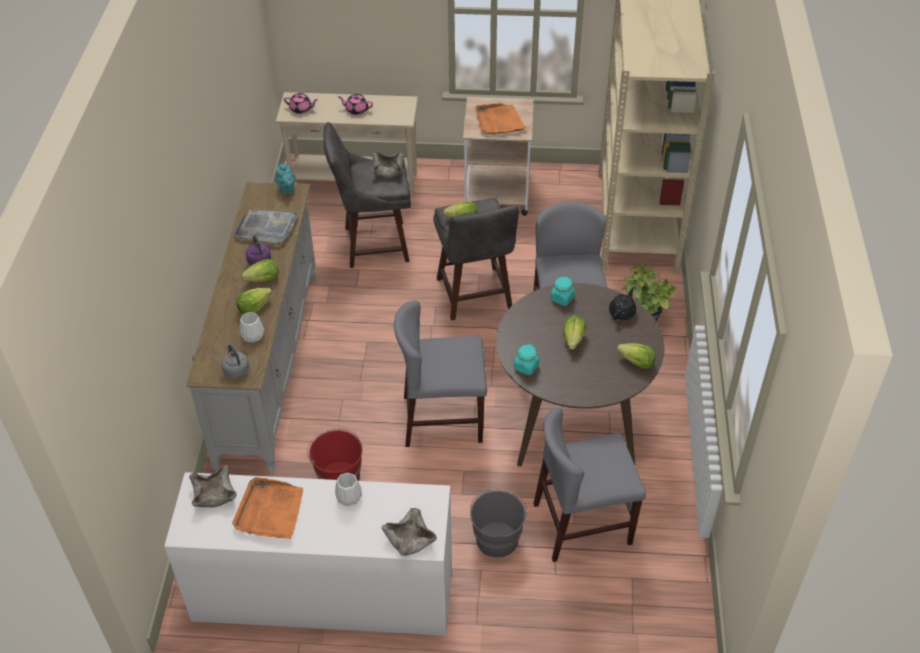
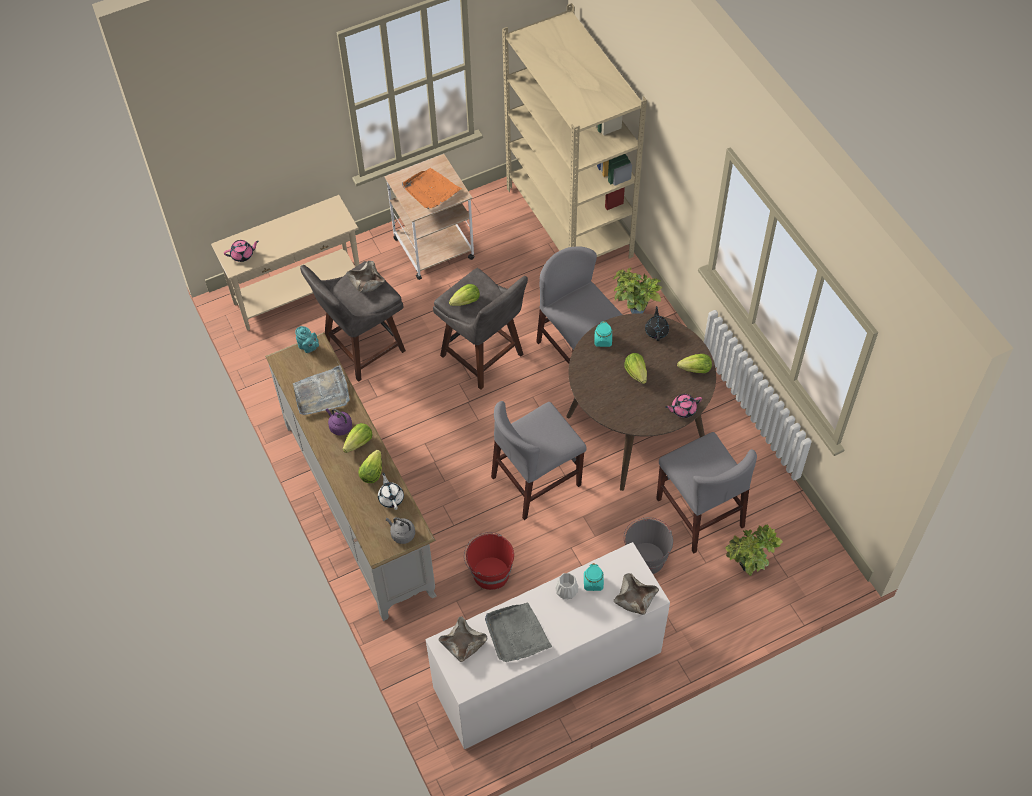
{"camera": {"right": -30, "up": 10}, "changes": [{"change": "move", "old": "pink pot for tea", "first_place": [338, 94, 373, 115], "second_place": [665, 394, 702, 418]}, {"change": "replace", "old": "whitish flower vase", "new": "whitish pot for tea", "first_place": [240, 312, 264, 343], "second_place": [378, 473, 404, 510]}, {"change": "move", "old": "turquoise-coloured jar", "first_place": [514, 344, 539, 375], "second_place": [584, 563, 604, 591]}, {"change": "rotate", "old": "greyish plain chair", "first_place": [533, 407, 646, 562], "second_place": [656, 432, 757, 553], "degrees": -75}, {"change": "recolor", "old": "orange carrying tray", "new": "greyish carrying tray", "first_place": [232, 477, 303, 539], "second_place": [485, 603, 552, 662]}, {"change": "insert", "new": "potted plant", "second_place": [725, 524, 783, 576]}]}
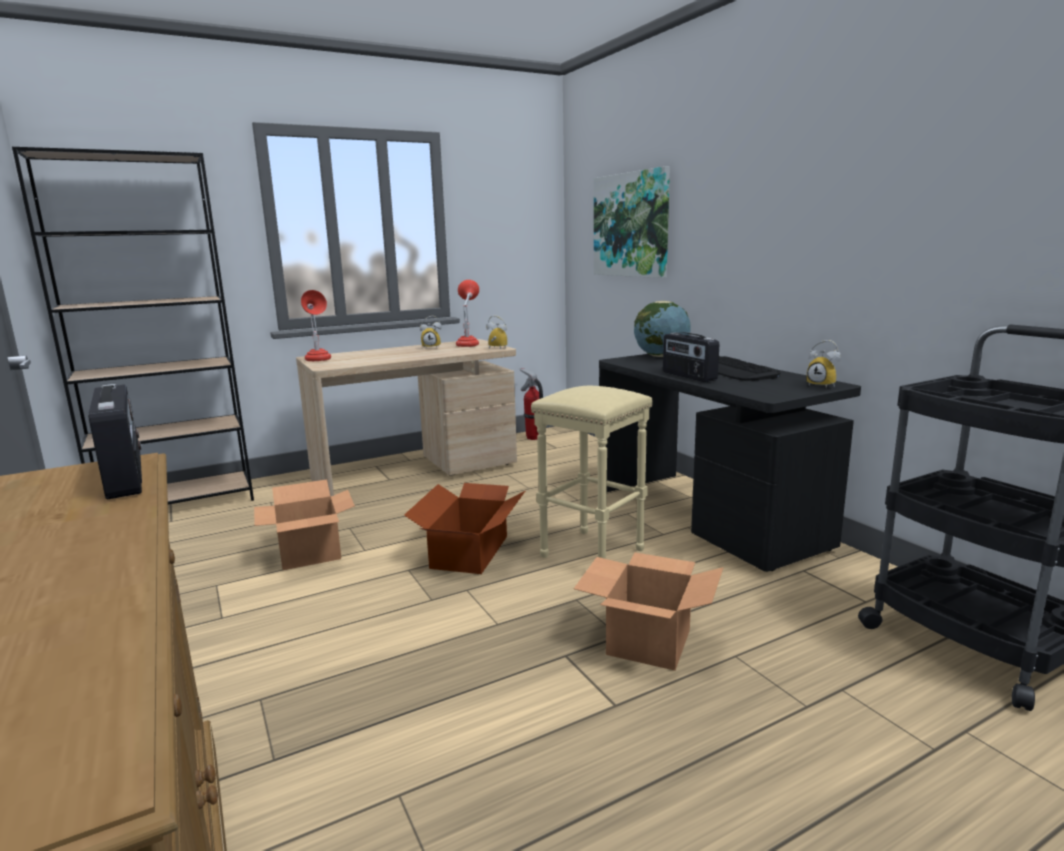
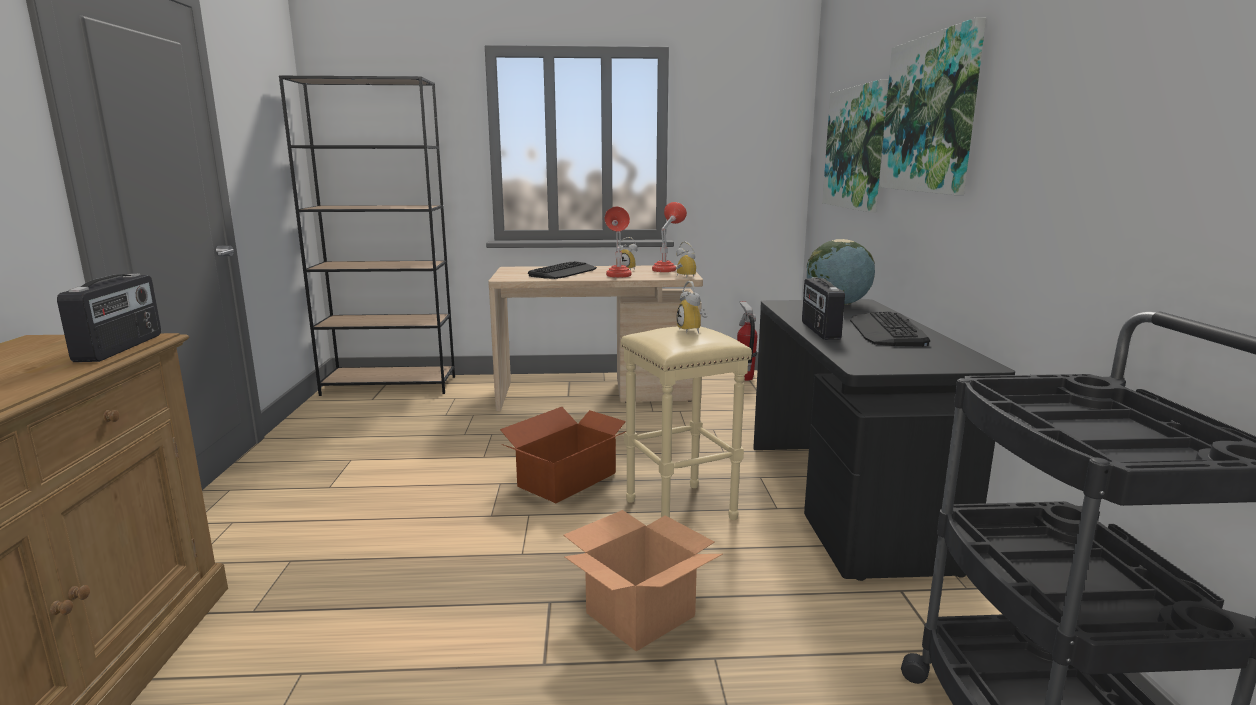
{"camera": {"right": 25, "up": 0}, "changes": [{"change": "move", "old": "reddish tabletop lamp", "first_place": [301, 290, 331, 361], "second_place": [605, 207, 632, 278]}, {"change": "move", "old": "bedside clock", "first_place": [807, 340, 841, 389], "second_place": [677, 281, 708, 334]}, {"change": "delete", "old": "cardboard box", "first_place": [254, 479, 355, 570]}, {"change": "insert", "new": "picture", "second_place": [879, 17, 986, 195]}, {"change": "insert", "new": "keyboard", "second_place": [528, 261, 597, 279]}]}
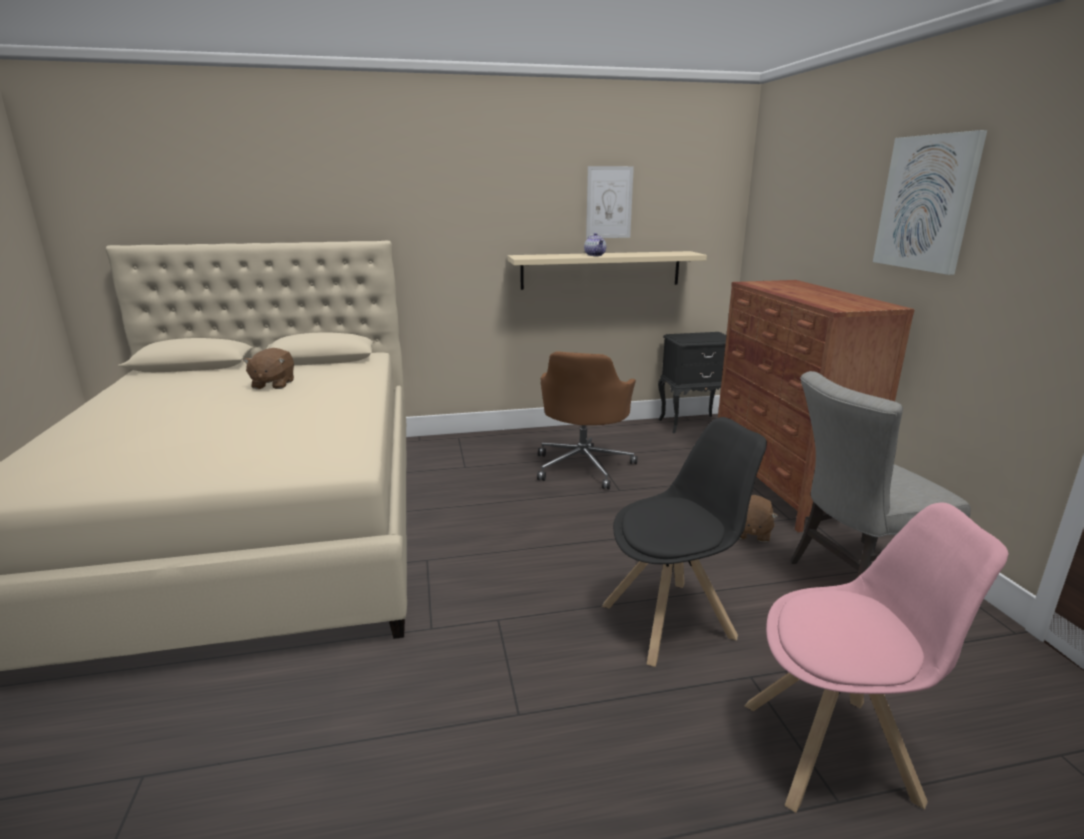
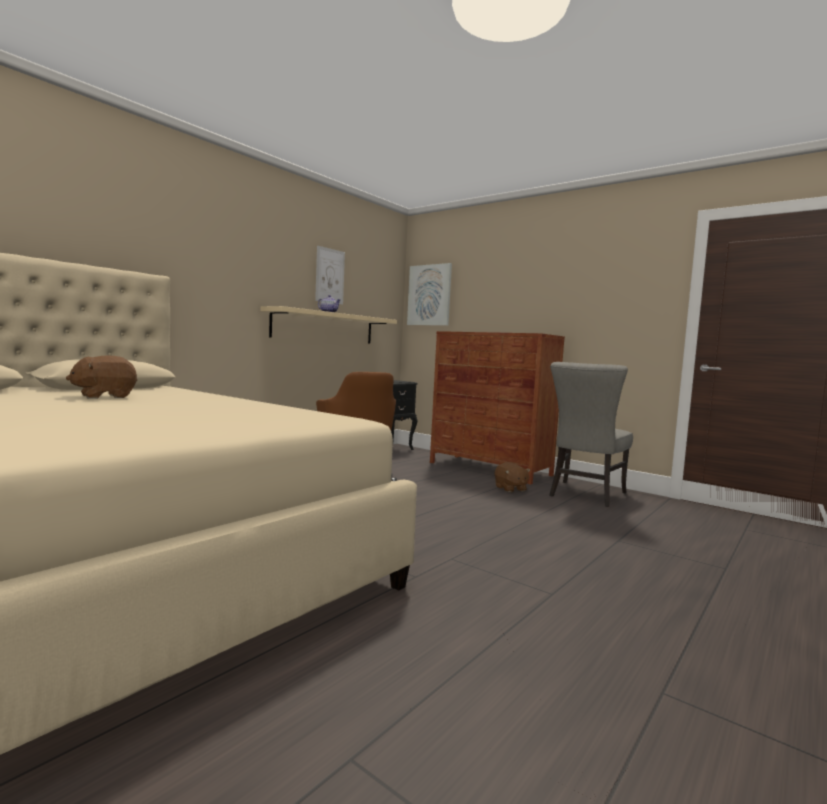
{"camera": {"right": -40, "up": -15}, "changes": [{"change": "move", "old": "picture", "first_place": [873, 130, 987, 275], "second_place": [407, 263, 452, 326]}, {"change": "rotate", "old": "brown plush toy", "first_place": [243, 348, 294, 389], "second_place": [66, 355, 137, 399], "degrees": 90}, {"change": "delete", "old": "black plain chair", "first_place": [602, 417, 767, 667]}, {"change": "delete", "old": "pink plain chair", "first_place": [744, 503, 1008, 813]}]}
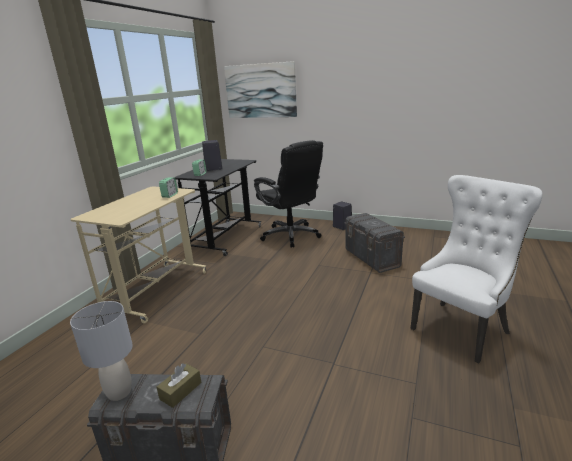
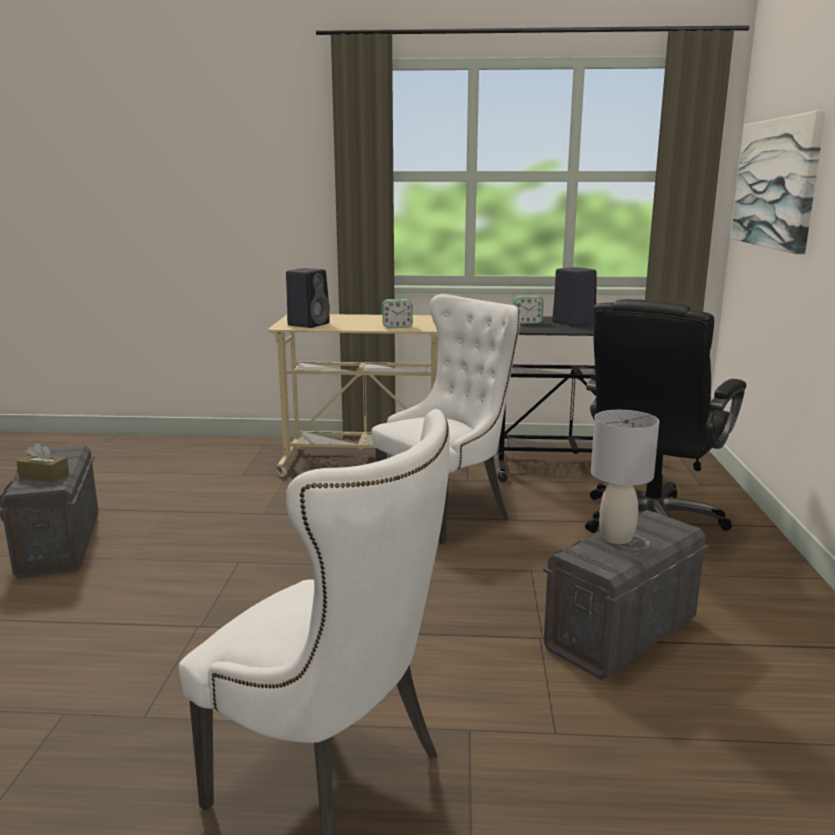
{"camera": {"right": 70, "up": -5}, "changes": [{"change": "move", "old": "black audio speaker", "first_place": [333, 201, 352, 230], "second_place": [286, 268, 330, 328]}, {"change": "move", "old": "greyish tabletop lamp", "first_place": [70, 301, 133, 401], "second_place": [591, 410, 659, 544]}, {"change": "insert", "new": "whitish plain chair", "second_place": [372, 294, 521, 544]}]}
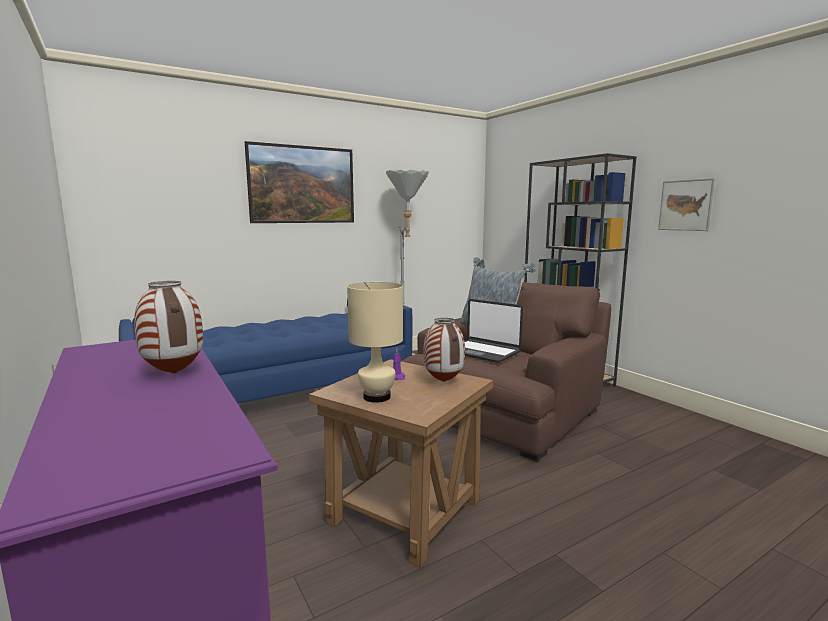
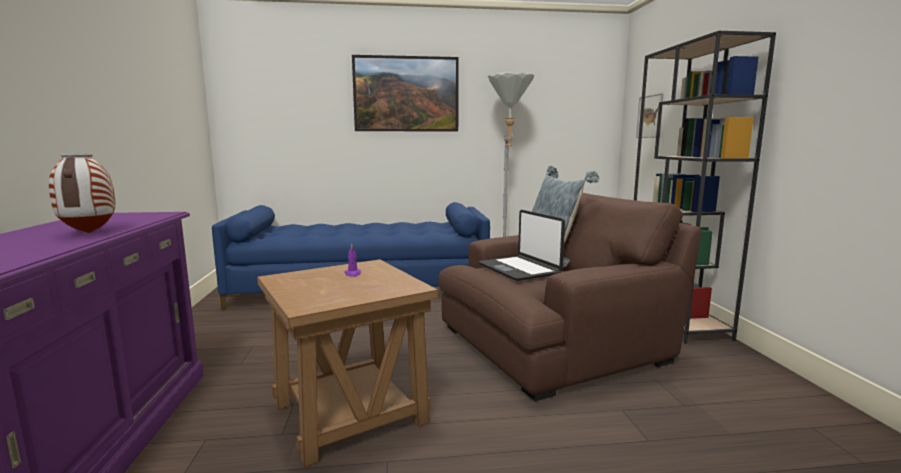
{"camera": {"right": 25, "up": 0}, "changes": [{"change": "move", "old": "picture", "first_place": [658, 178, 715, 231], "second_place": [636, 93, 664, 138]}, {"change": "delete", "old": "sand-coloured tabletop lamp", "first_place": [347, 282, 403, 403]}, {"change": "delete", "old": "flower vase", "first_place": [423, 318, 465, 382]}]}
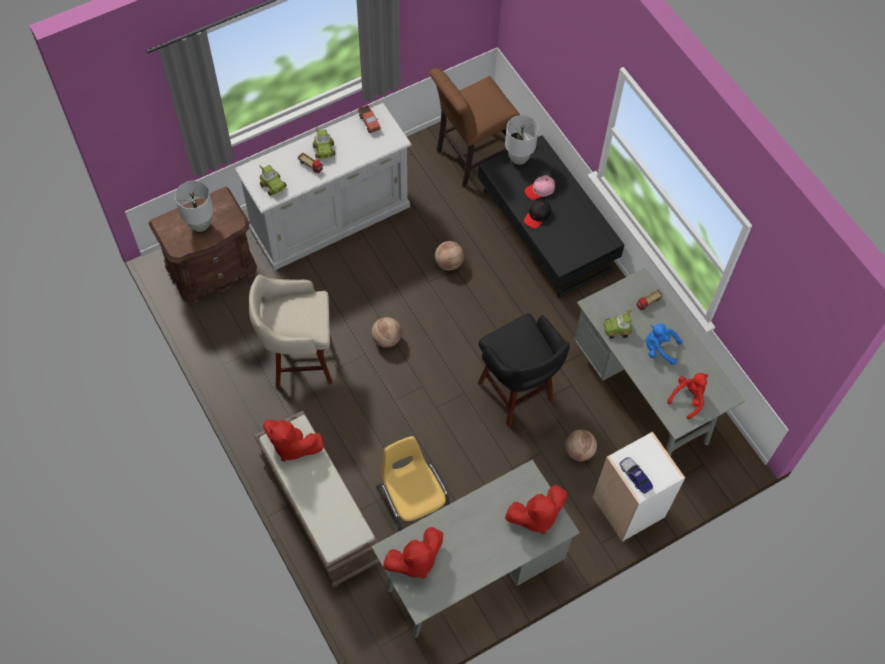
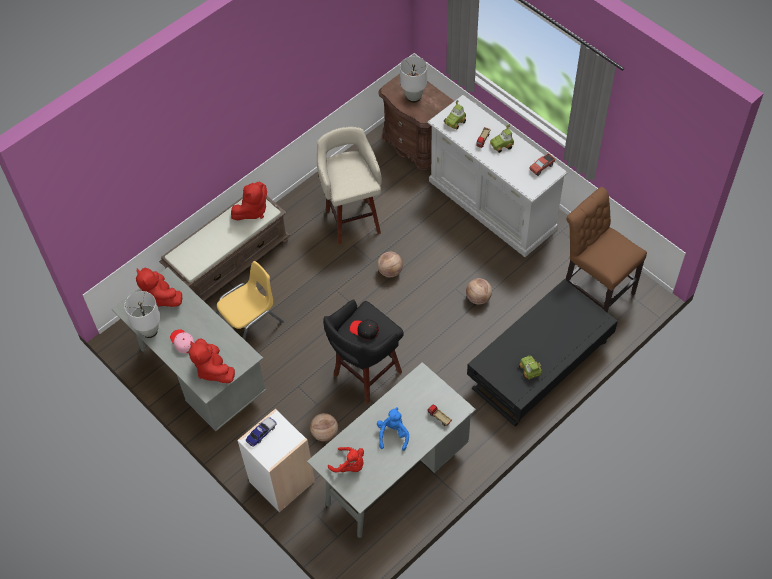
{"camera": {"right": 80, "up": -5}, "changes": [{"change": "move", "old": "whitish tabletop lamp", "first_place": [505, 115, 538, 166], "second_place": [124, 291, 160, 338]}, {"change": "move", "old": "pink cap", "first_place": [525, 175, 555, 200], "second_place": [170, 329, 195, 353]}, {"change": "move", "old": "black cap", "first_place": [524, 200, 551, 229], "second_place": [350, 319, 379, 340]}, {"change": "move", "old": "miniature car", "first_place": [603, 310, 632, 339], "second_place": [519, 356, 542, 380]}, {"change": "rotate", "old": "reddish plush toy", "first_place": [263, 420, 325, 462], "second_place": [231, 181, 267, 220], "degrees": -150}]}
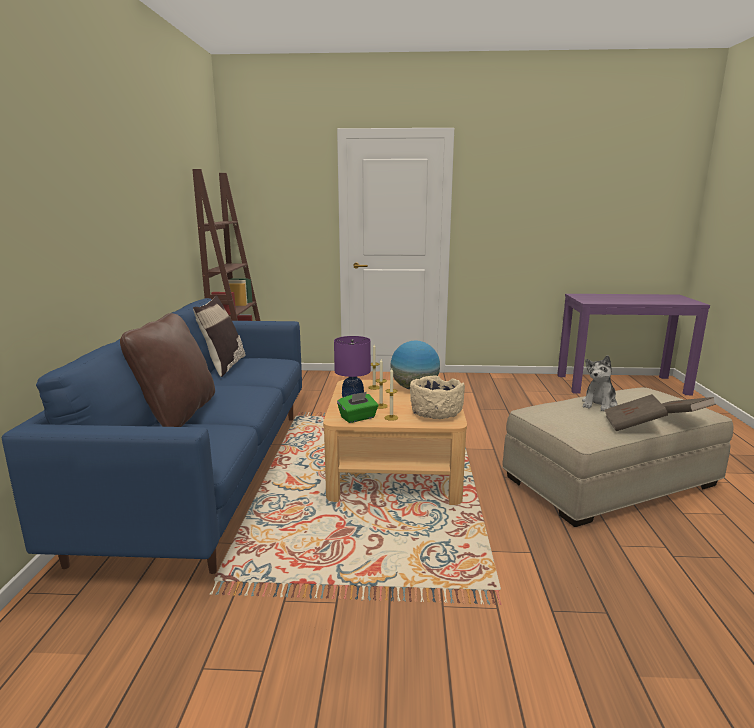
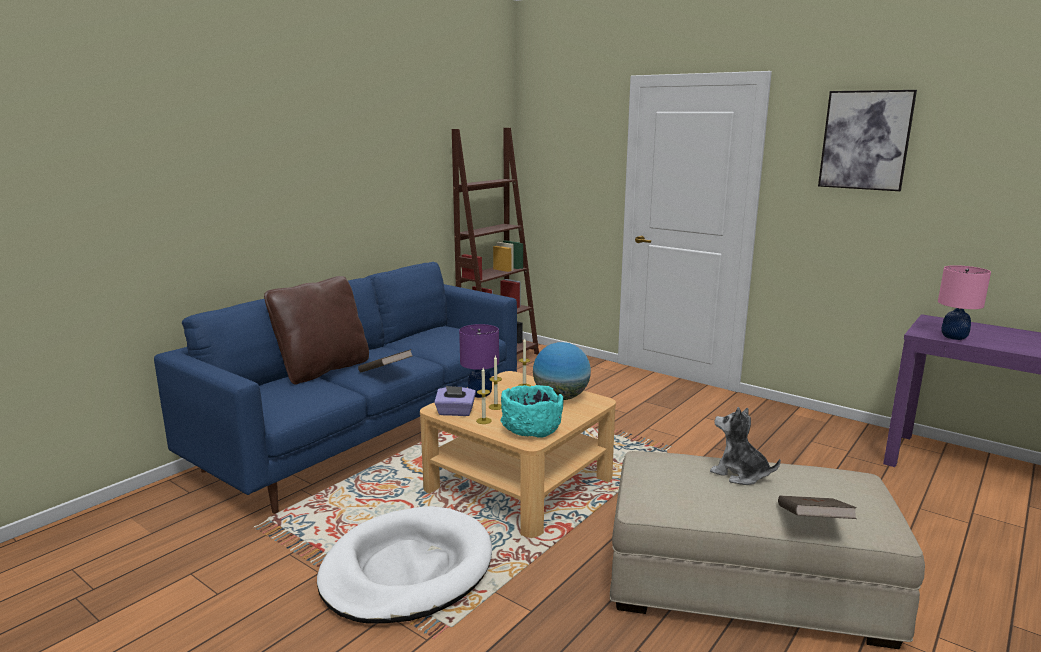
{"camera": {"right": 35, "up": 0}, "changes": [{"change": "delete", "old": "pillow", "first_place": [193, 296, 245, 377]}, {"change": "rotate", "old": "plush toy", "first_place": [582, 355, 617, 412], "second_place": [710, 407, 781, 485], "degrees": 60}, {"change": "recolor", "old": "sand-coloured bowl", "new": "turquoise-coloured bowl", "first_place": [410, 375, 465, 419], "second_place": [500, 385, 564, 438]}, {"change": "recolor", "old": "green-coloured tissue holder", "new": "purplish tissue holder", "first_place": [337, 392, 378, 423], "second_place": [434, 386, 476, 416]}, {"change": "move", "old": "brown bound book", "first_place": [604, 394, 668, 431], "second_place": [358, 349, 412, 373]}, {"change": "insert", "new": "picture", "second_place": [818, 90, 917, 191]}, {"change": "insert", "new": "pink tabletop lamp", "second_place": [938, 265, 991, 340]}, {"change": "insert", "new": "whitish pet bed", "second_place": [317, 506, 492, 624]}]}
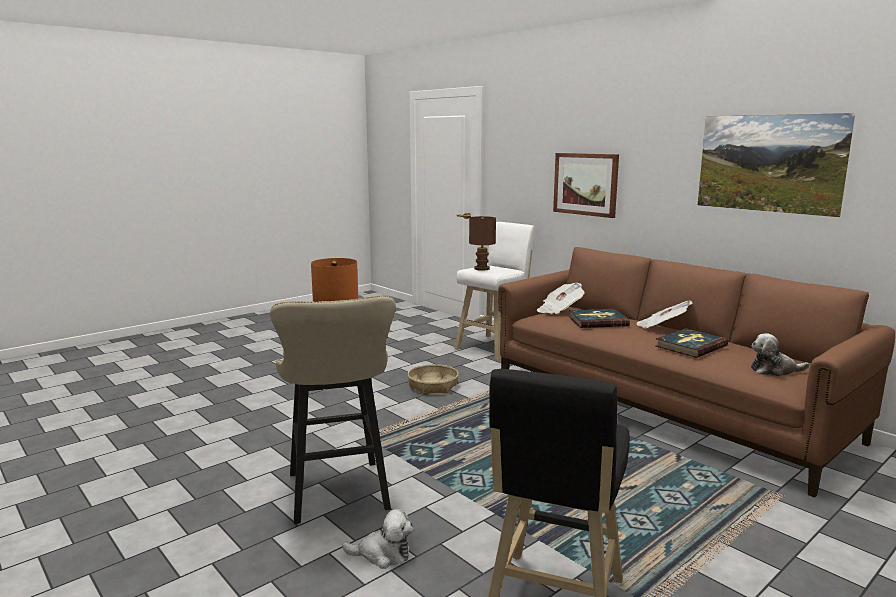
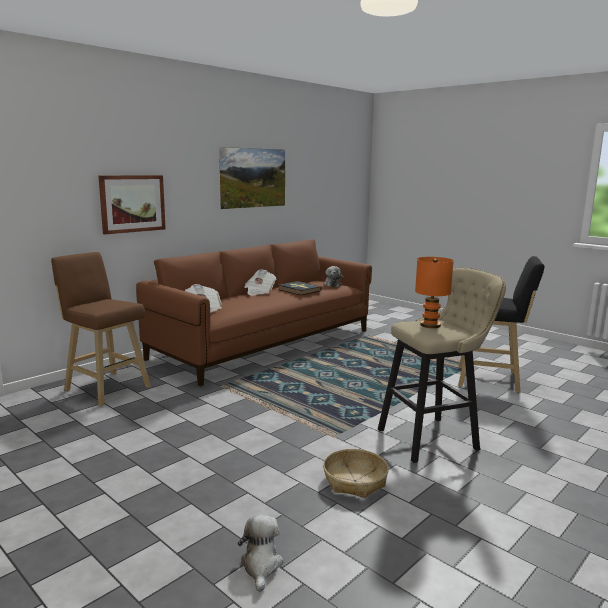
{"camera": {"right": -95, "up": 0}, "changes": [{"change": "delete", "old": "brown tabletop lamp", "first_place": [469, 216, 496, 271]}, {"change": "recolor", "old": "whitish stool", "new": "brown stool", "first_place": [454, 222, 535, 360], "second_place": [51, 252, 151, 406]}, {"change": "delete", "old": "bound book", "first_place": [569, 309, 630, 328]}, {"change": "move", "old": "storage basket", "first_place": [408, 364, 459, 395], "second_place": [323, 449, 389, 498]}, {"change": "move", "old": "plush toy", "first_place": [342, 509, 413, 569], "second_place": [238, 515, 283, 592]}]}
